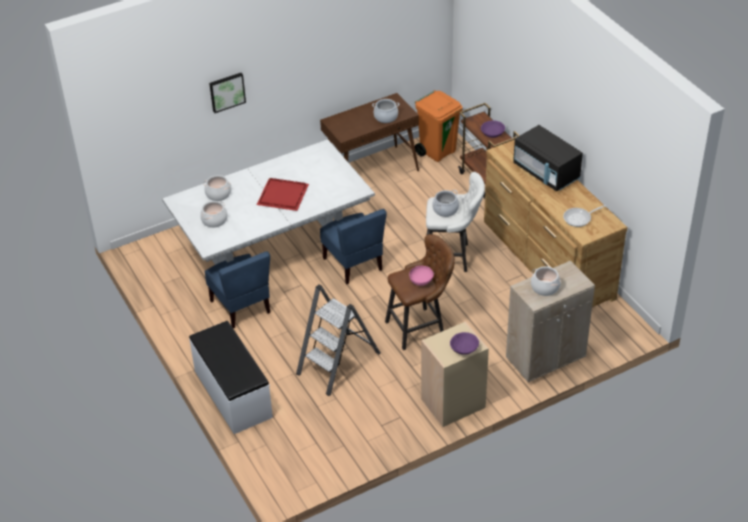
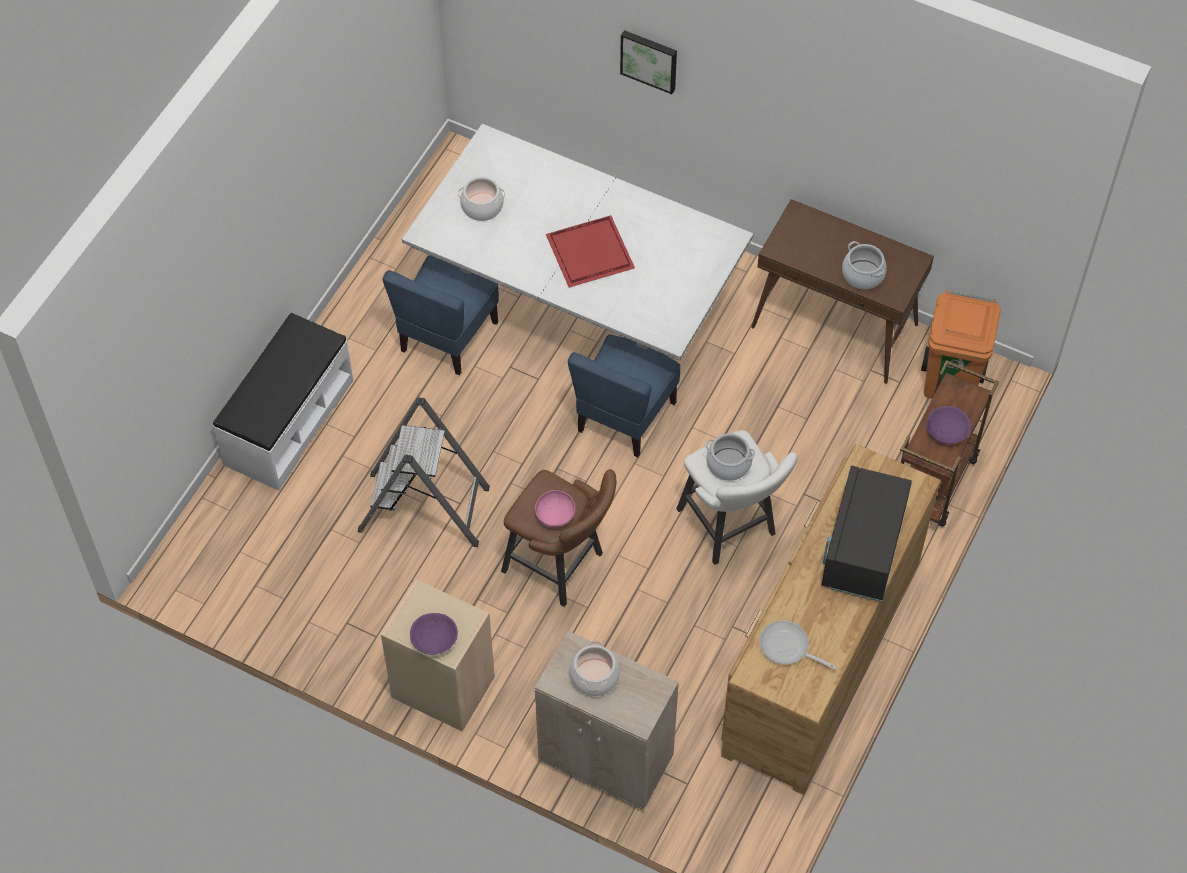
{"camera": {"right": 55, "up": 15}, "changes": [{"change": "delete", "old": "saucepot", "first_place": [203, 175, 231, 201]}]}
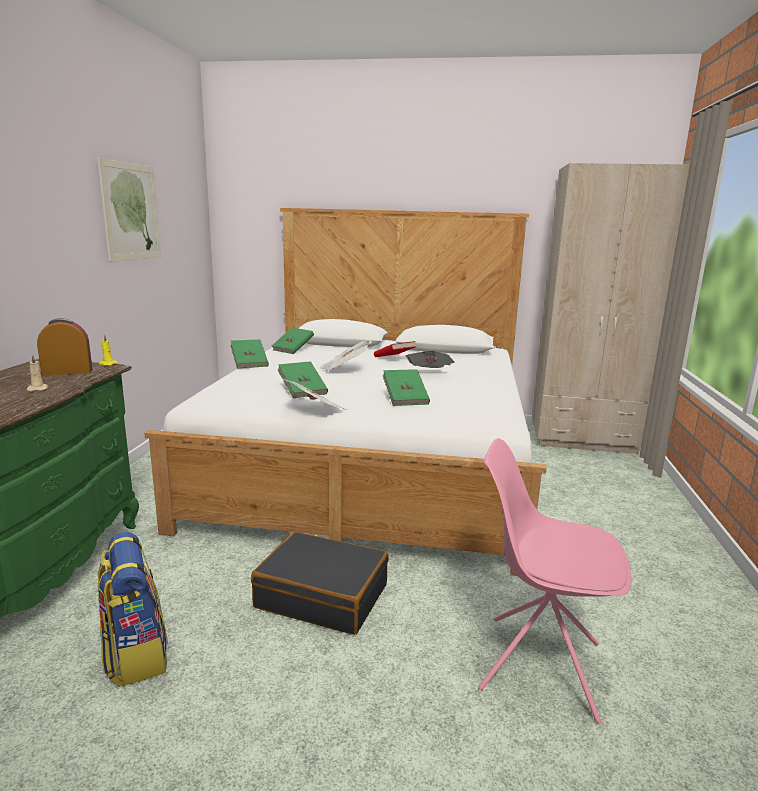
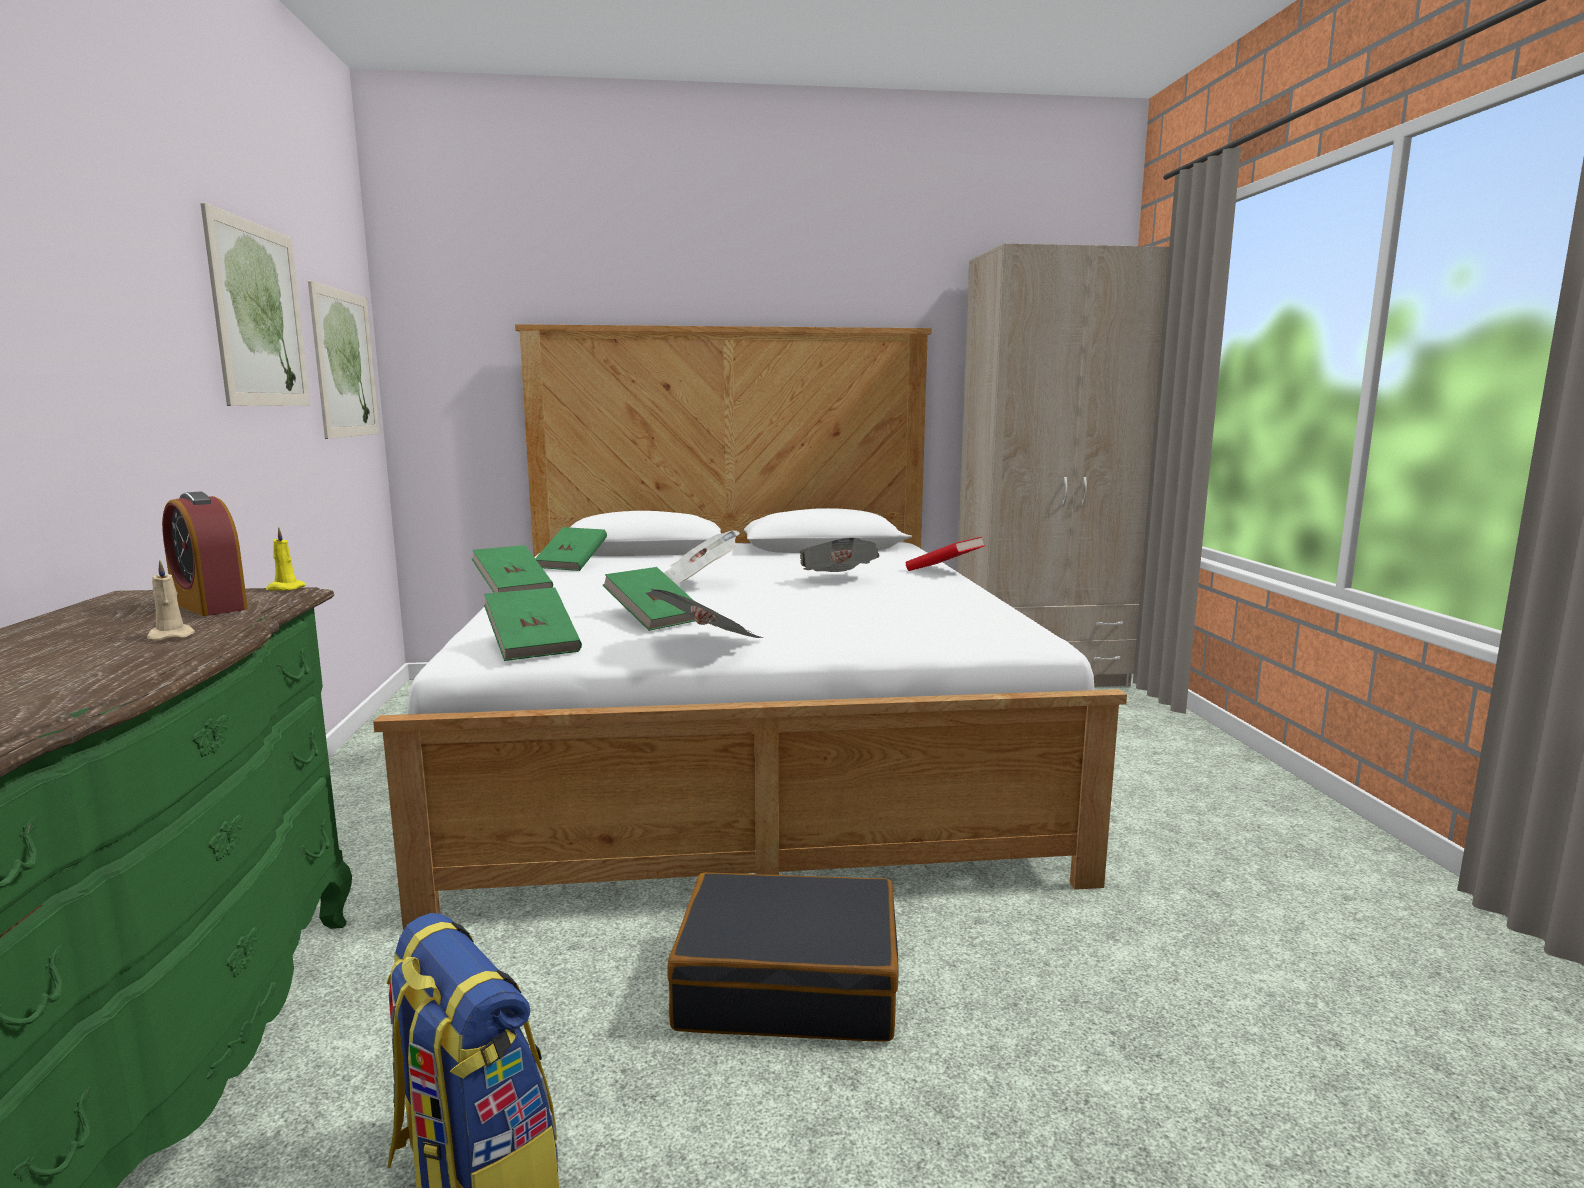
{"camera": {"right": -15, "up": -5}, "changes": [{"change": "rotate", "old": "bedside clock", "first_place": [37, 318, 92, 376], "second_place": [162, 491, 248, 616], "degrees": -105}, {"change": "move", "old": "reddish bound book", "first_place": [374, 341, 417, 357], "second_place": [906, 537, 985, 571]}, {"change": "move", "old": "green-coloured bound book", "first_place": [383, 369, 430, 406], "second_place": [484, 587, 582, 661]}, {"change": "delete", "old": "pink plain chair", "first_place": [478, 438, 631, 724]}, {"change": "insert", "new": "picture", "second_place": [308, 280, 379, 439]}]}
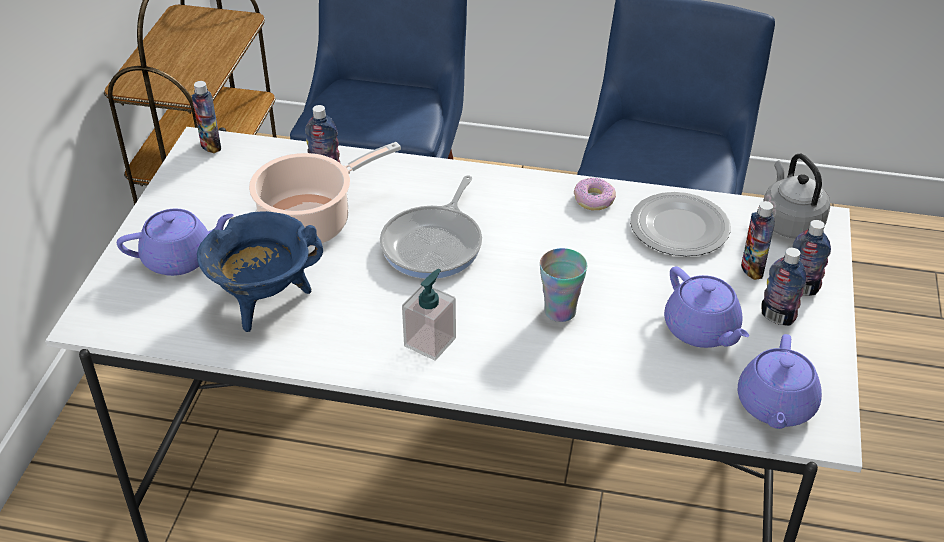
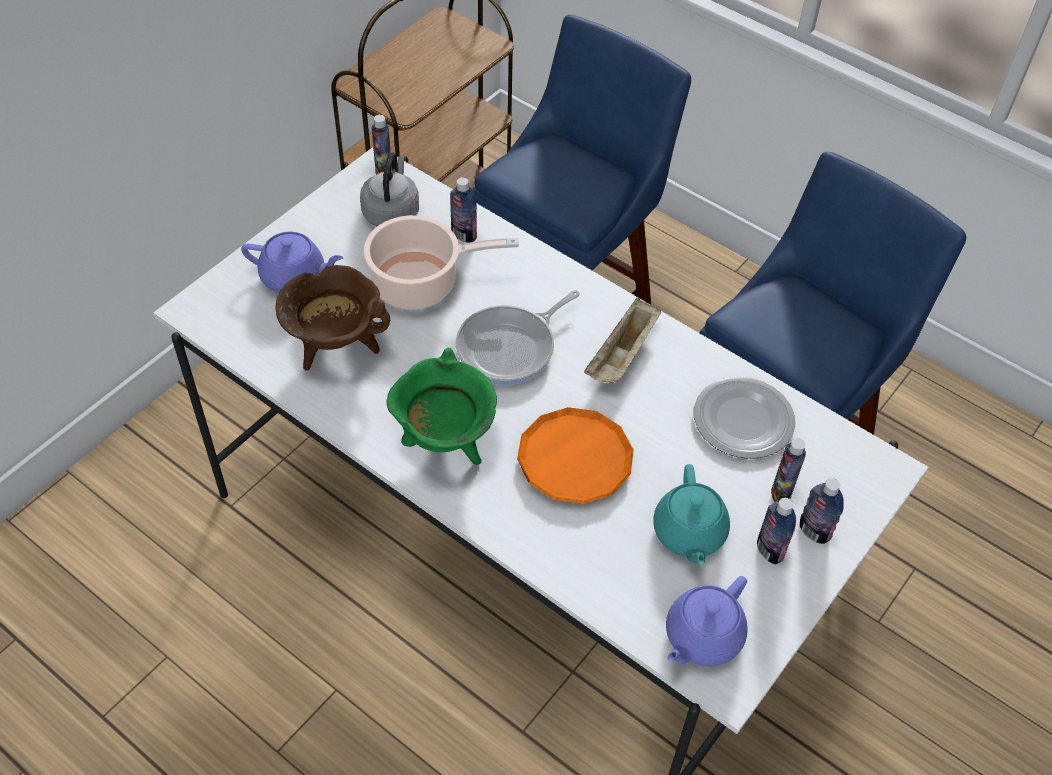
{"camera": {"right": 25, "up": 10}, "changes": [{"change": "move", "old": "greyish water kettle", "first_place": [763, 154, 830, 238], "second_place": [360, 153, 419, 227]}, {"change": "delete", "old": "donut", "first_place": [574, 178, 616, 210]}, {"change": "recolor", "old": "blue saucepot", "new": "brown saucepot", "first_place": [197, 211, 323, 332], "second_place": [275, 265, 390, 370]}, {"change": "replace", "old": "small cup", "new": "orange plate", "first_place": [540, 248, 587, 322], "second_place": [517, 407, 634, 504]}, {"change": "recolor", "old": "purplish pot for tea", "new": "turquoise-coloured pot for tea", "first_place": [664, 266, 749, 348], "second_place": [653, 464, 730, 565]}, {"change": "replace", "old": "liquid soap bottle", "new": "green-coloured saucepot", "first_place": [402, 269, 456, 361], "second_place": [386, 348, 497, 465]}, {"change": "insert", "new": "sand-coloured carrying tray", "second_place": [584, 298, 661, 384]}]}
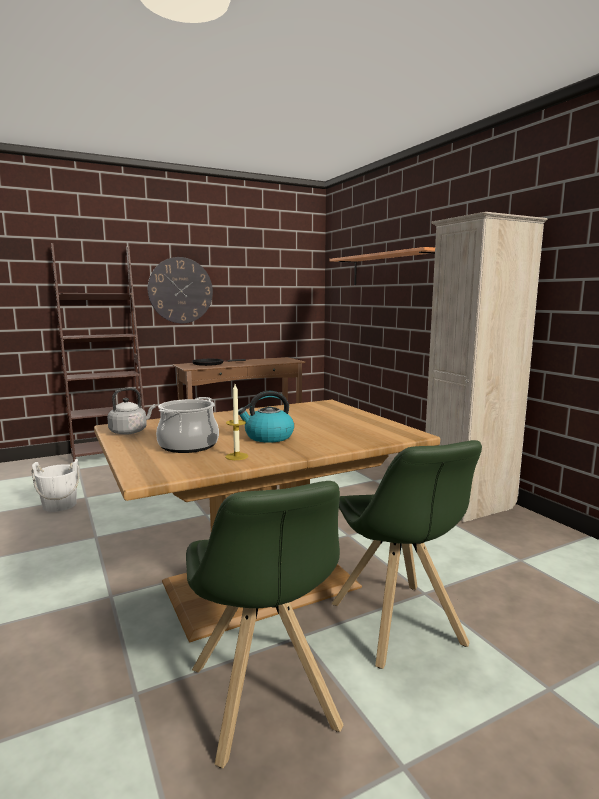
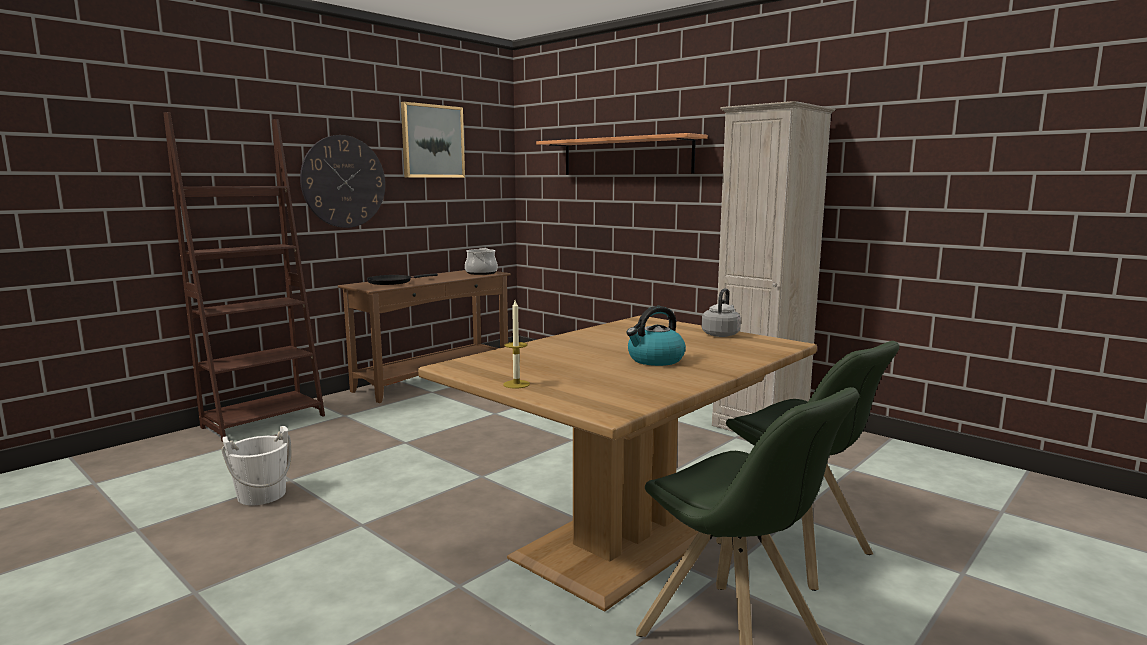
{"camera": {"right": -20, "up": 0}, "changes": [{"change": "move", "old": "wax candle", "first_place": [225, 384, 248, 460], "second_place": [503, 300, 530, 388]}, {"change": "move", "old": "greyish water kettle", "first_place": [107, 388, 156, 435], "second_place": [702, 288, 741, 337]}, {"change": "move", "old": "saucepot", "first_place": [156, 397, 219, 453], "second_place": [465, 248, 498, 275]}, {"change": "insert", "new": "picture", "second_place": [401, 102, 465, 178]}]}
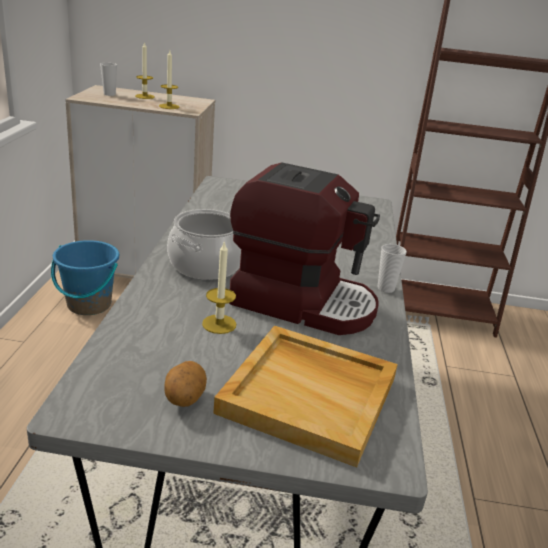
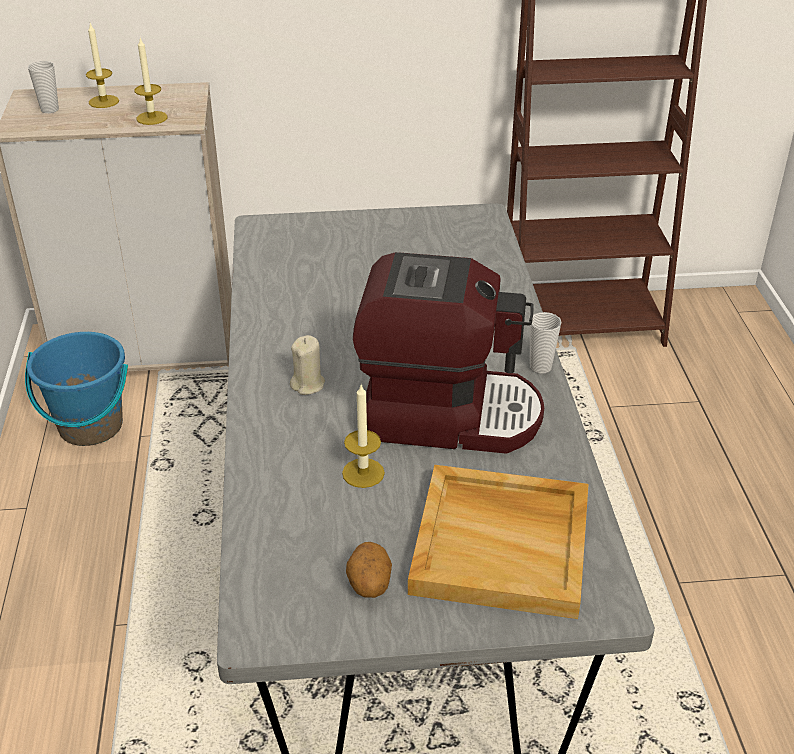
{"camera": {"right": -10, "up": 10}, "changes": [{"change": "replace", "old": "saucepot", "new": "sand-coloured wax candle", "first_place": [167, 209, 241, 280], "second_place": [290, 335, 325, 395]}]}
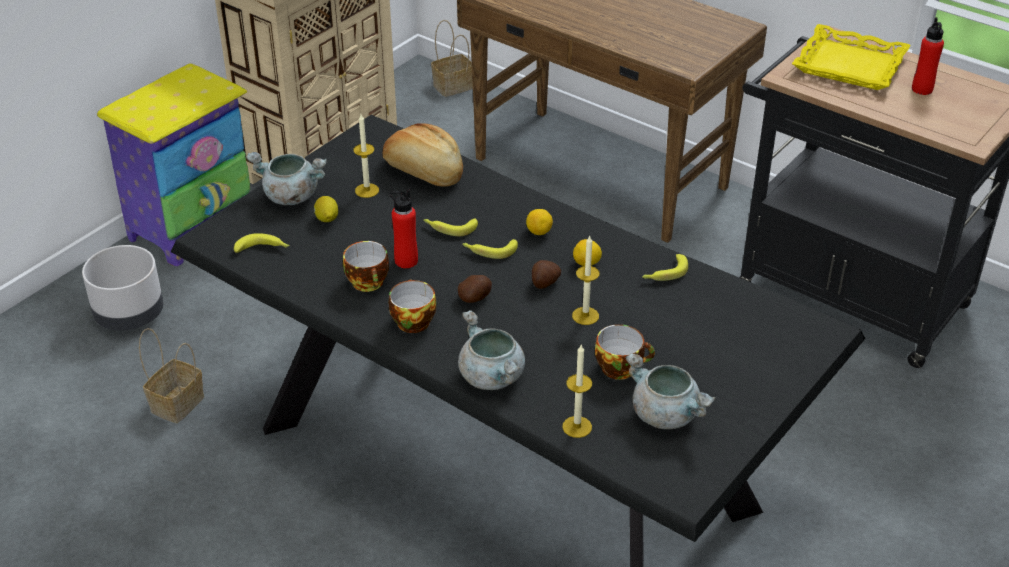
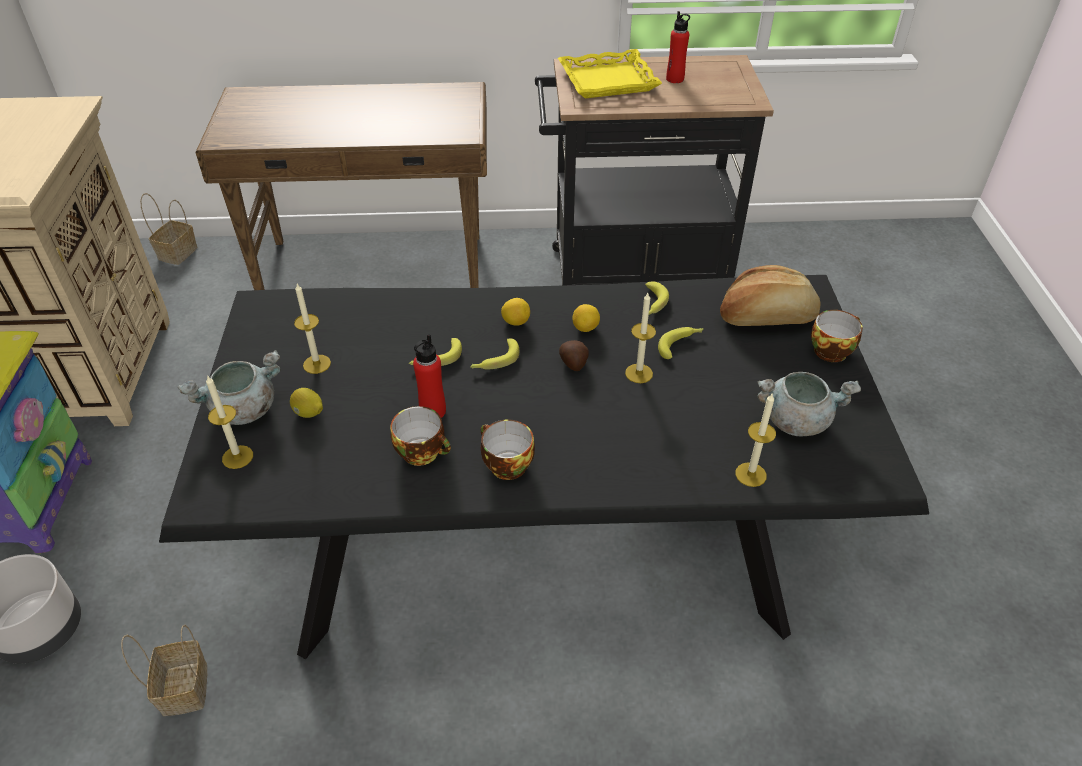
{"camera": {"right": -40, "up": 5}, "changes": [{"change": "move", "old": "baked bread", "first_place": [383, 123, 463, 187], "second_place": [720, 265, 820, 326]}, {"change": "move", "old": "whole banana", "first_place": [234, 233, 290, 253], "second_place": [658, 327, 704, 359]}, {"change": "delete", "old": "potato", "first_place": [458, 275, 492, 303]}, {"change": "delete", "old": "greyish saucepot", "first_place": [458, 310, 525, 390]}, {"change": "move", "old": "small cup", "first_place": [595, 324, 655, 380], "second_place": [811, 310, 863, 362]}, {"change": "insert", "new": "wax candle", "second_place": [206, 375, 253, 469]}]}
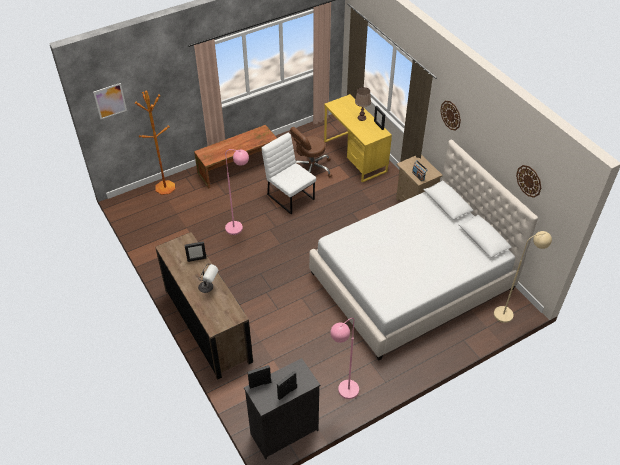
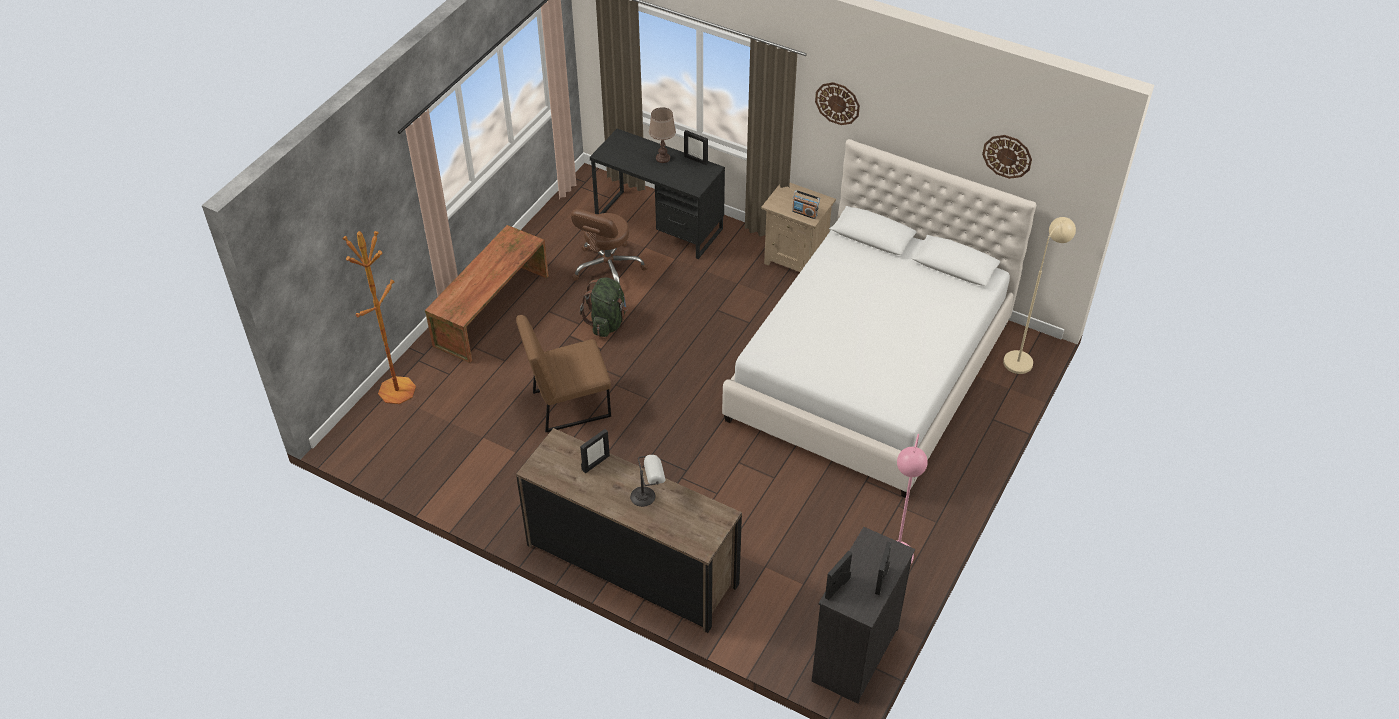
{"camera": {"right": -30, "up": 0}, "changes": [{"change": "delete", "old": "picture", "first_place": [93, 83, 127, 119]}, {"change": "recolor", "old": "yellow desk", "new": "black desk", "first_place": [324, 94, 392, 182], "second_place": [590, 129, 725, 259]}, {"change": "replace", "old": "whitish plain chair", "new": "green-coloured backpack", "first_place": [262, 133, 316, 215], "second_place": [580, 277, 628, 337]}, {"change": "replace", "old": "pink floor lamp", "new": "brown plain chair", "first_place": [225, 149, 249, 235], "second_place": [516, 315, 611, 432]}]}
